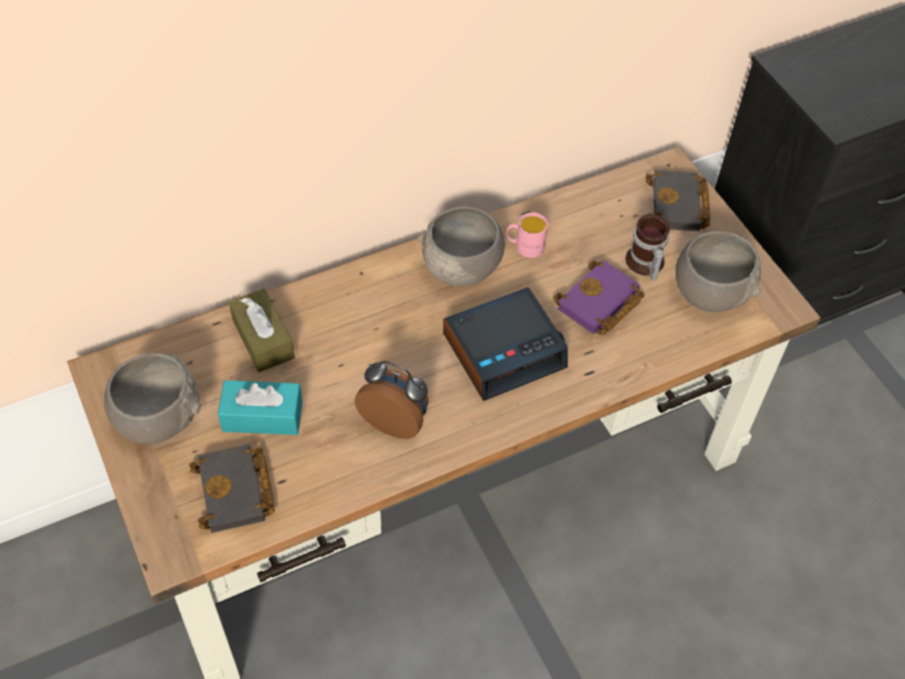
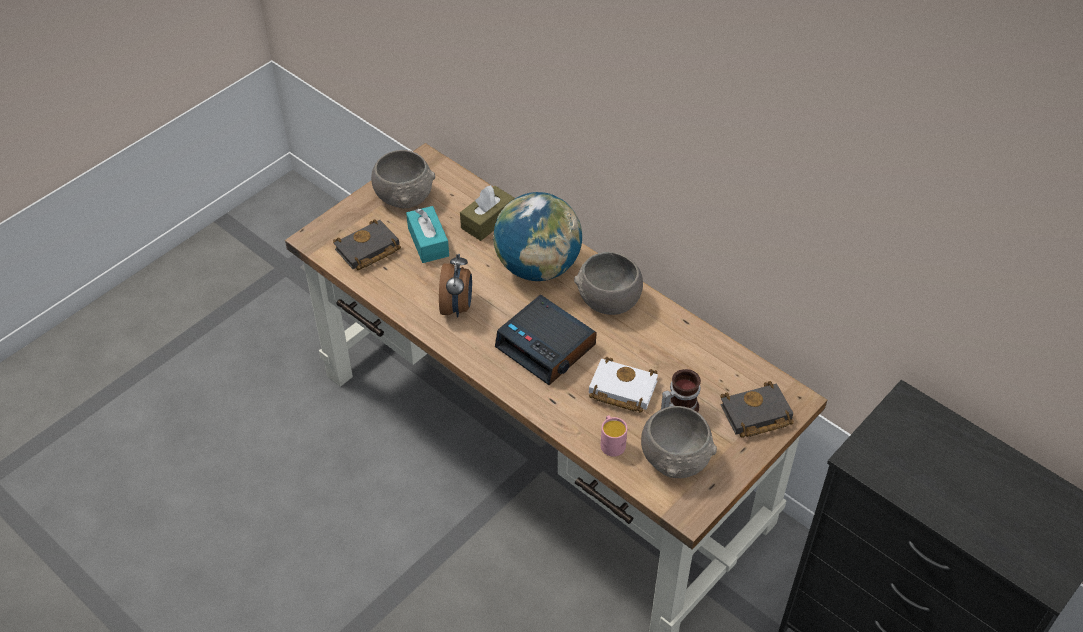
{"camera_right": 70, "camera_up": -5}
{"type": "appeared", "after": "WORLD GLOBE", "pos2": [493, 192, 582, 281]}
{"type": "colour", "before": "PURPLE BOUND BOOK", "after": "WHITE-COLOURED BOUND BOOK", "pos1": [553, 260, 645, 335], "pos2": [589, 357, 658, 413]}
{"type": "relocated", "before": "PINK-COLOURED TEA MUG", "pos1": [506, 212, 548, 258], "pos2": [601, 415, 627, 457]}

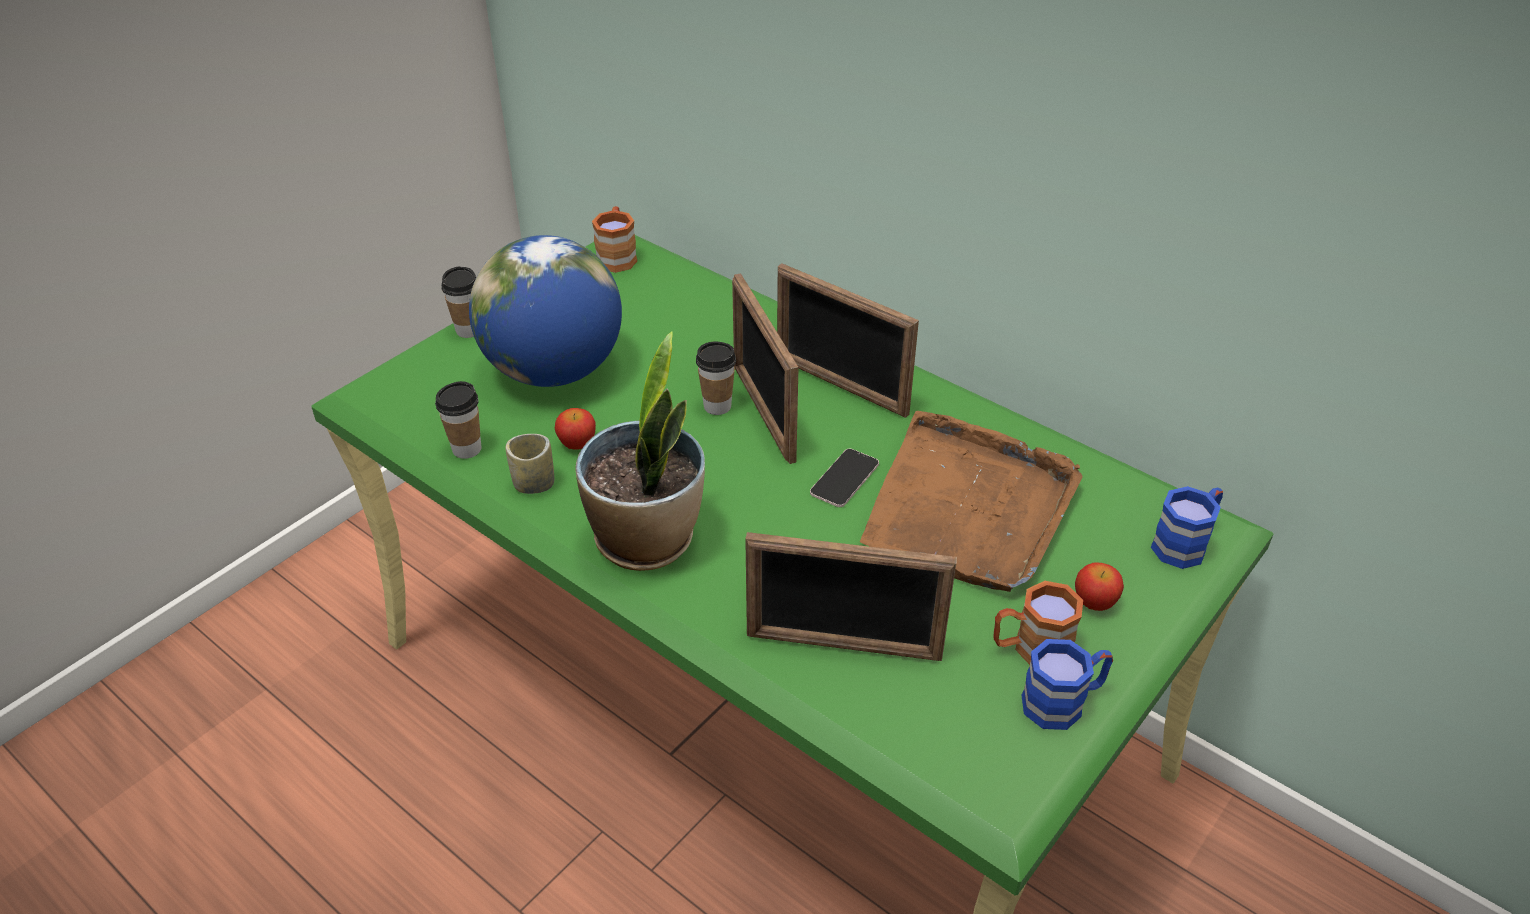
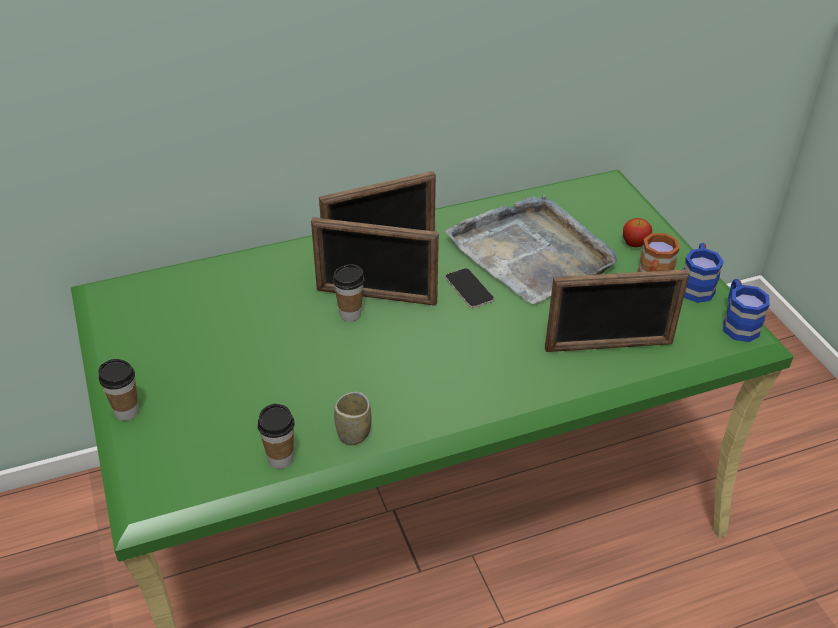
{"camera_right": -60, "camera_up": 0}
{"type": "colour", "before": "BROWN-COLOURED SERVING TRAY", "after": "GREY SERVING TRAY", "pos1": [860, 411, 1083, 592], "pos2": [445, 195, 617, 304]}
{"type": "spun", "before": "PICTURE FRAME", "pos1": [745, 532, 957, 661], "pos2": [545, 269, 690, 352], "turn": 45}
{"type": "relocated", "before": "BLUE TEA MUG", "pos1": [1151, 486, 1223, 569], "pos2": [723, 279, 770, 342]}
{"type": "missing", "before": "WORLD GLOBE", "pos1": [469, 235, 622, 387]}
{"type": "missing", "before": "APPLE", "pos1": [555, 408, 596, 450]}
{"type": "missing", "before": "PLANT IN A POT", "pos1": [575, 331, 705, 571]}
{"type": "missing", "before": "BROWN-COLOURED TEA MUG", "pos1": [592, 206, 637, 273]}

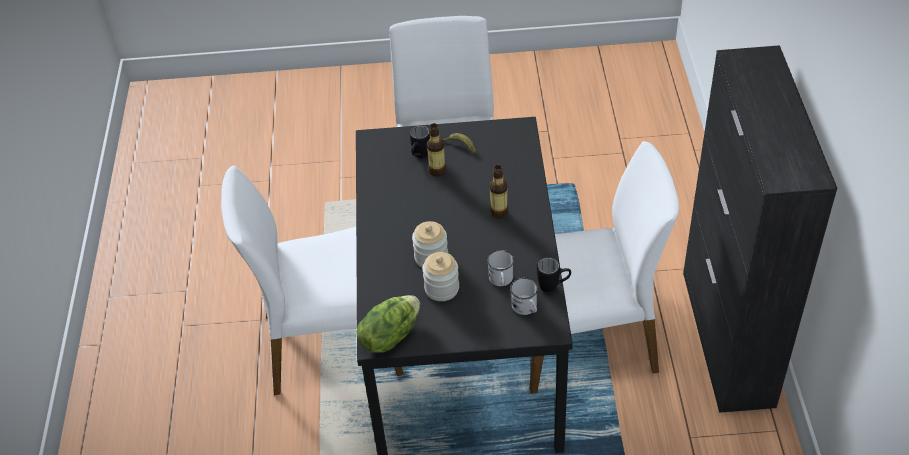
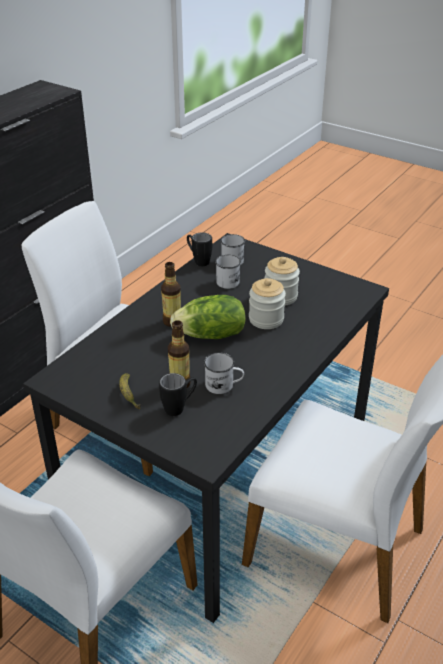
{"camera_right": -145, "camera_up": -10}
{"type": "relocated", "before": "HEAD OF LETTUCE", "pos1": [356, 295, 420, 353], "pos2": [170, 295, 246, 339]}
{"type": "appeared", "after": "WHITE-COLOURED TEA MUG", "pos2": [204, 353, 244, 394]}

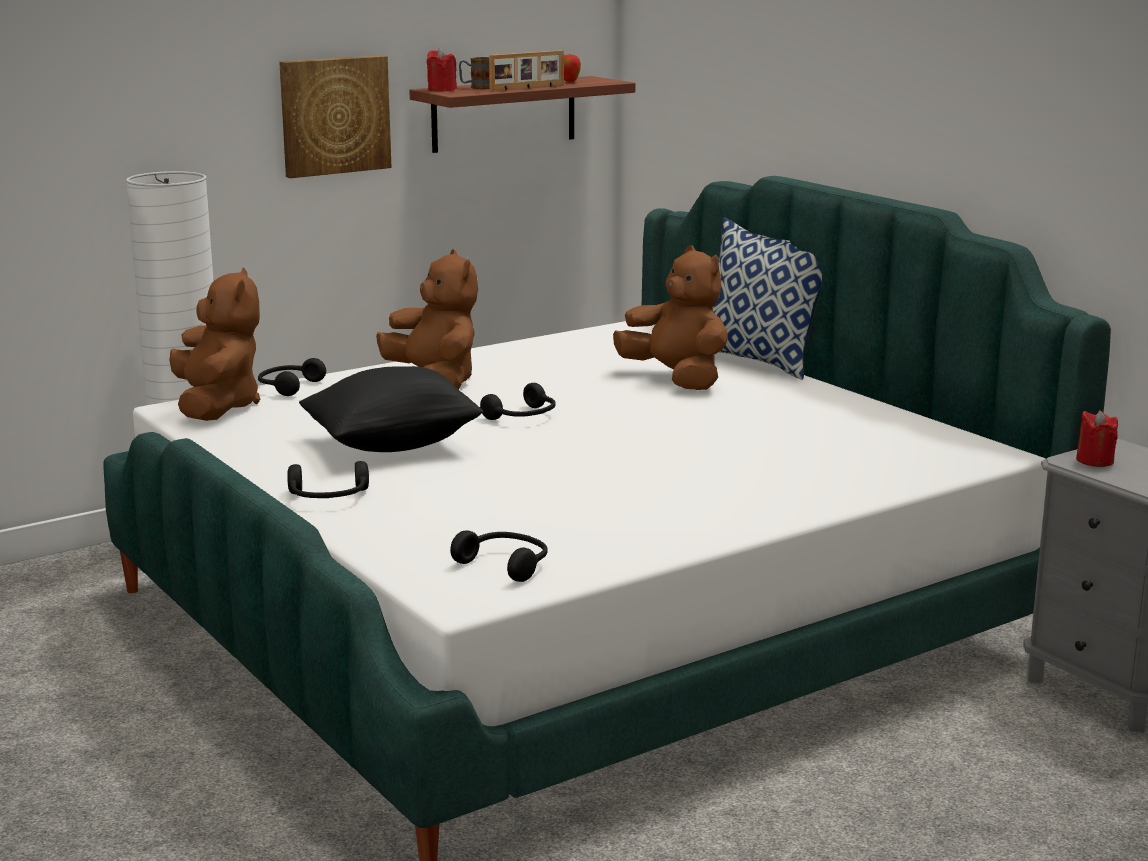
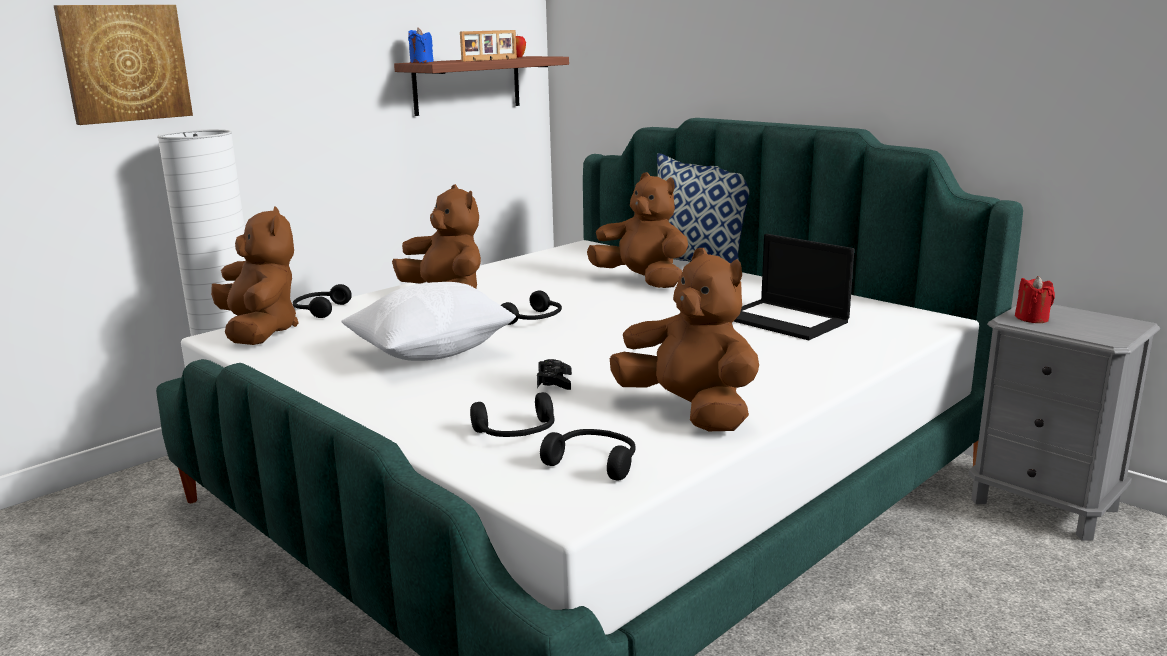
{"camera_right": -10, "camera_up": 0}
{"type": "relocated", "before": "PICTURE", "pos1": [279, 55, 392, 178], "pos2": [54, 5, 193, 125]}
{"type": "colour", "before": "BLACK PILLOW", "after": "WHITE-COLOURED PILLOW", "pos1": [299, 366, 483, 452], "pos2": [341, 282, 516, 361]}
{"type": "colour", "before": "RED CANDLE", "after": "BLUE CANDLE", "pos1": [427, 48, 457, 91], "pos2": [408, 27, 434, 63]}
{"type": "relocated", "before": "BLACK HEADPHONES", "pos1": [287, 461, 369, 498], "pos2": [470, 392, 554, 437]}
{"type": "appeared", "after": "BLACK GAMEPAD", "pos2": [537, 359, 572, 390]}
{"type": "appeared", "after": "BROWN-COLOURED PLUSH TOY", "pos2": [610, 248, 759, 431]}
{"type": "appeared", "after": "NOTEBOOK COMPUTER", "pos2": [733, 234, 855, 340]}
{"type": "missing", "before": "TEA MUG", "pos1": [459, 57, 490, 89]}

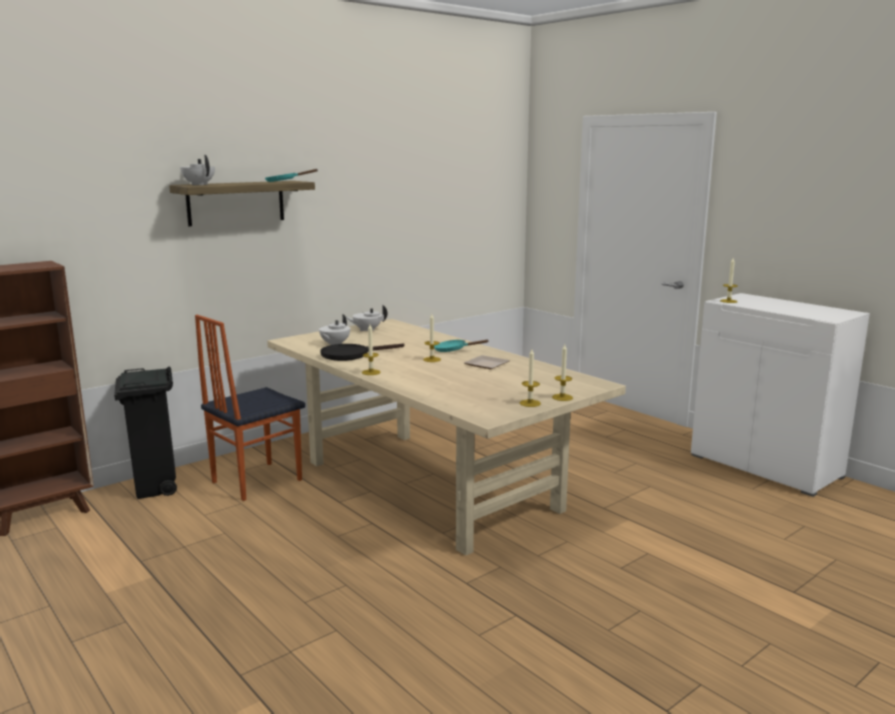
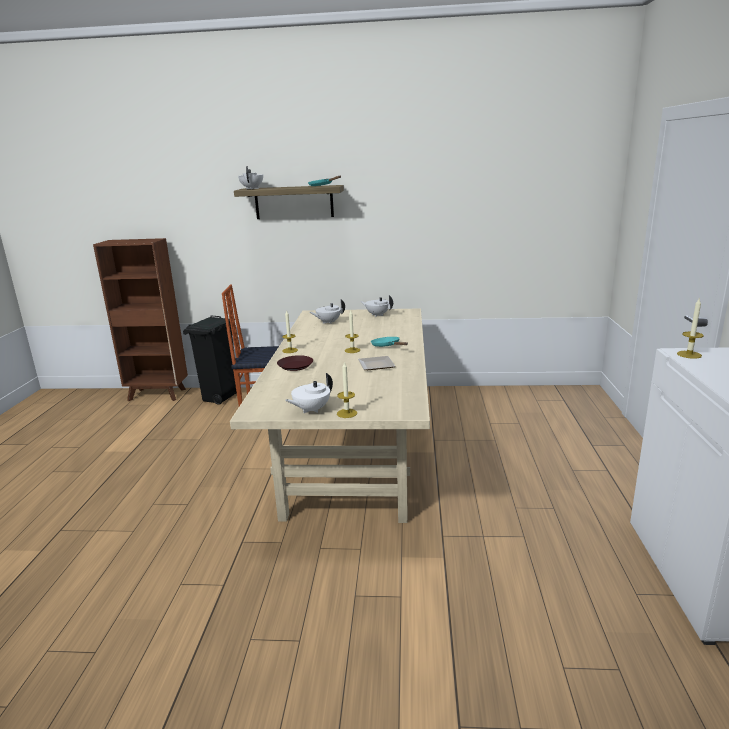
{"camera_right": 45, "camera_up": 5}
{"type": "appeared", "after": "BROWN-COLOURED PLATE", "pos2": [277, 355, 313, 371]}
{"type": "exchanged", "before": "CANDLE", "after": "WHITE-COLOURED TEAPOT", "pos1": [520, 349, 541, 407], "pos2": [285, 373, 333, 413]}
{"type": "missing", "before": "BLACK SKILLET", "pos1": [320, 343, 404, 361]}

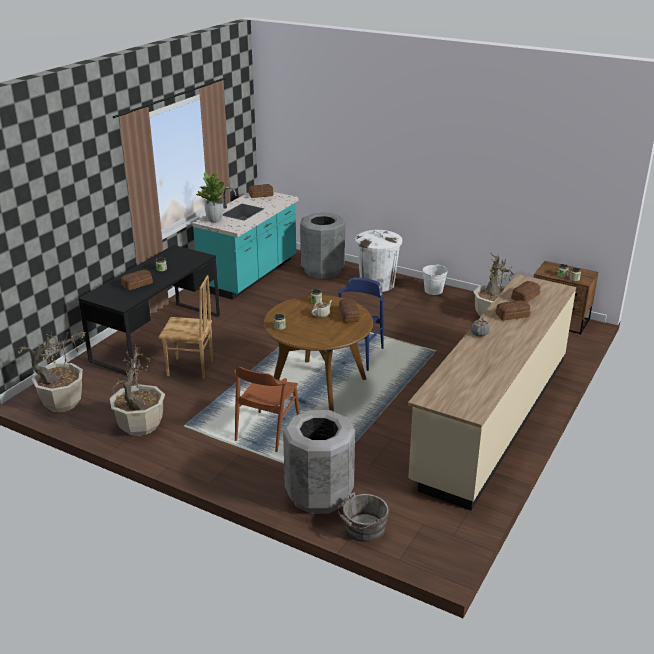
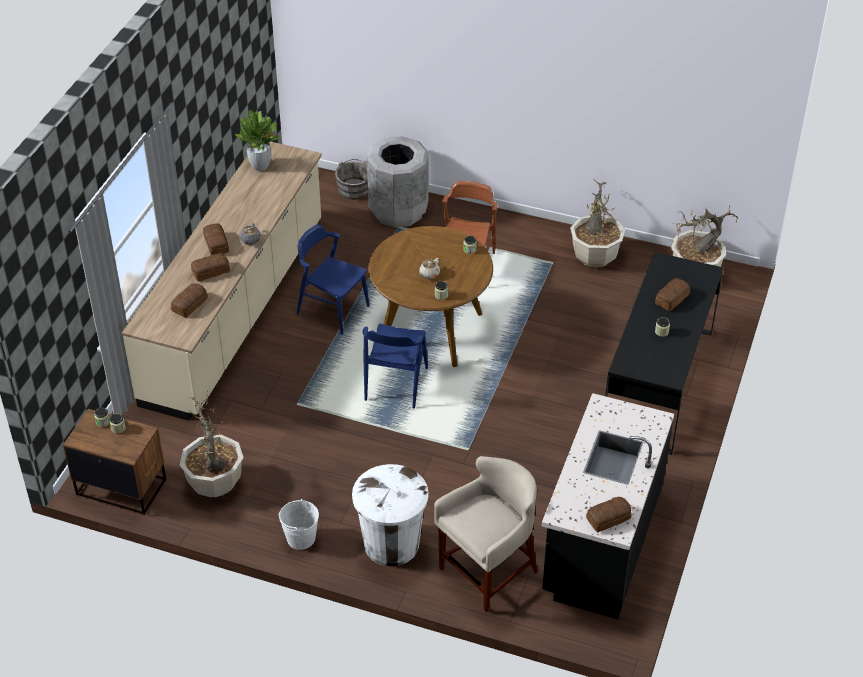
{"camera_right": 170, "camera_up": 15}
{"type": "relocated", "before": "BREAD", "pos1": [339, 298, 360, 323], "pos2": [203, 223, 229, 255]}
{"type": "relocated", "before": "PLANT IN A POT", "pos1": [196, 171, 229, 223], "pos2": [235, 110, 280, 171]}
{"type": "appeared", "after": "BLUE PLAIN CHAIR", "pos2": [296, 224, 370, 335]}
{"type": "exchanged", "before": "GREY TRASH CAN", "after": "BEIGE-COLOURED SITTING STOOL", "pos1": [300, 212, 345, 279], "pos2": [434, 456, 538, 613]}
{"type": "colour", "before": "TURQUOISE-COLOURED KITCHEN BASE UNIT", "after": "BLACK KITCHEN BASE UNIT", "pos1": [192, 187, 298, 300], "pos2": [542, 393, 674, 619]}
{"type": "missing", "before": "BROWN-COLOURED PLAIN CHAIR", "pos1": [159, 275, 213, 379]}

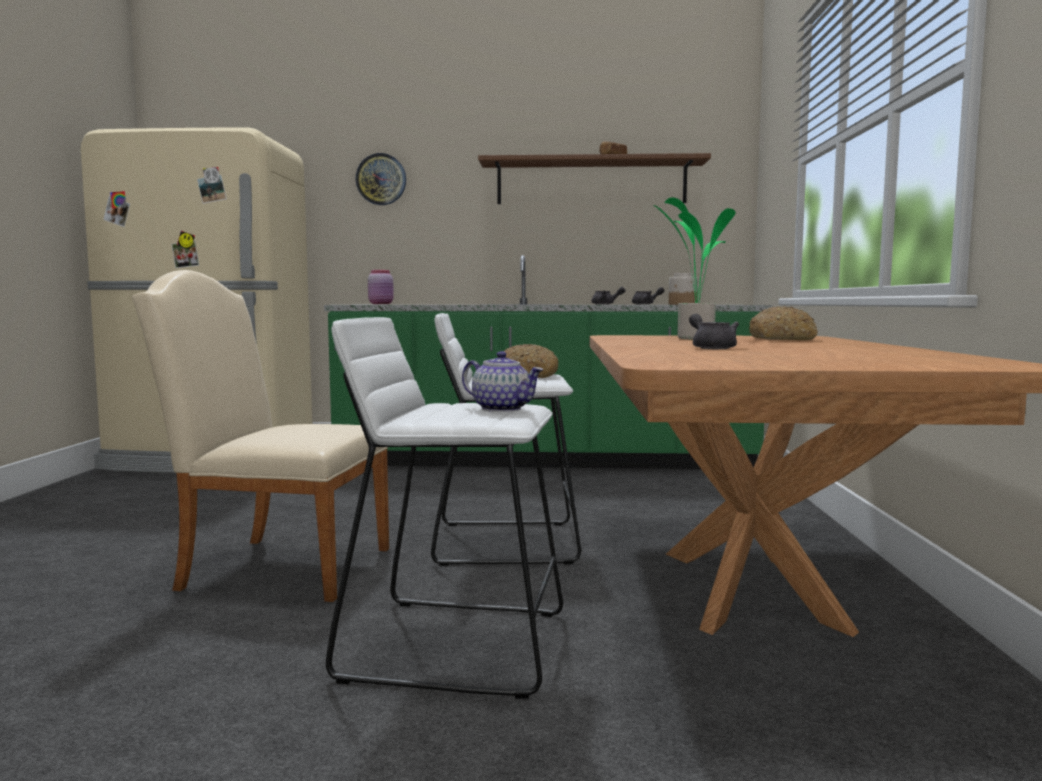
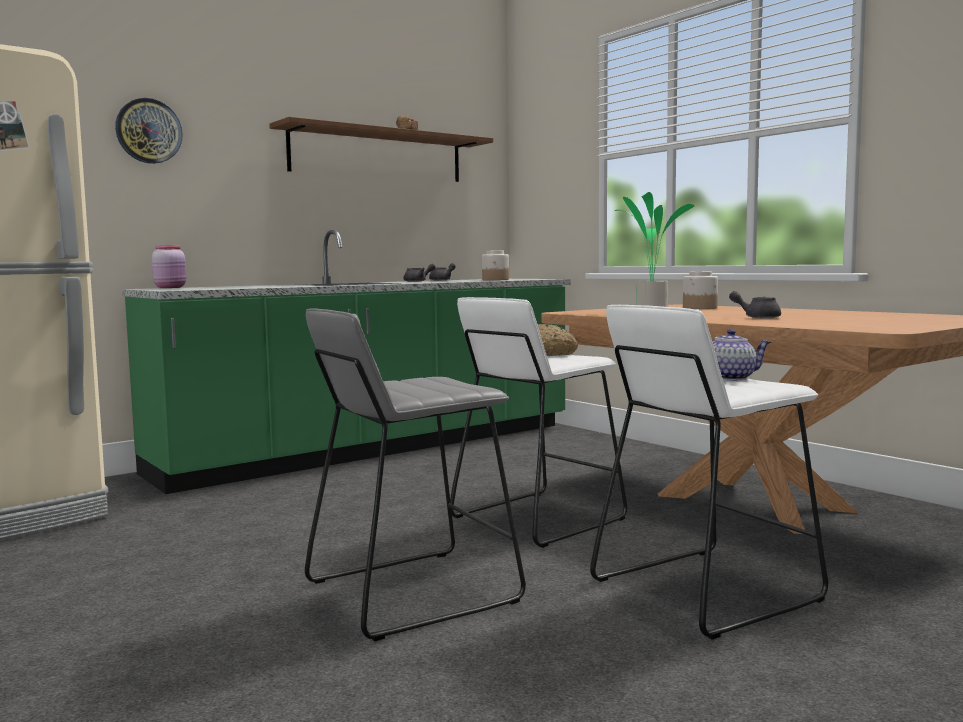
{"camera_right": -40, "camera_up": 0}
{"type": "exchanged", "before": "BEIGE-COLOURED PLAIN CHAIR", "after": "GREY SITTING STOOL", "pos1": [132, 270, 389, 602], "pos2": [305, 309, 526, 641]}
{"type": "exchanged", "before": "BREAD", "after": "STORAGE JAR", "pos1": [749, 306, 818, 340], "pos2": [683, 271, 718, 309]}

